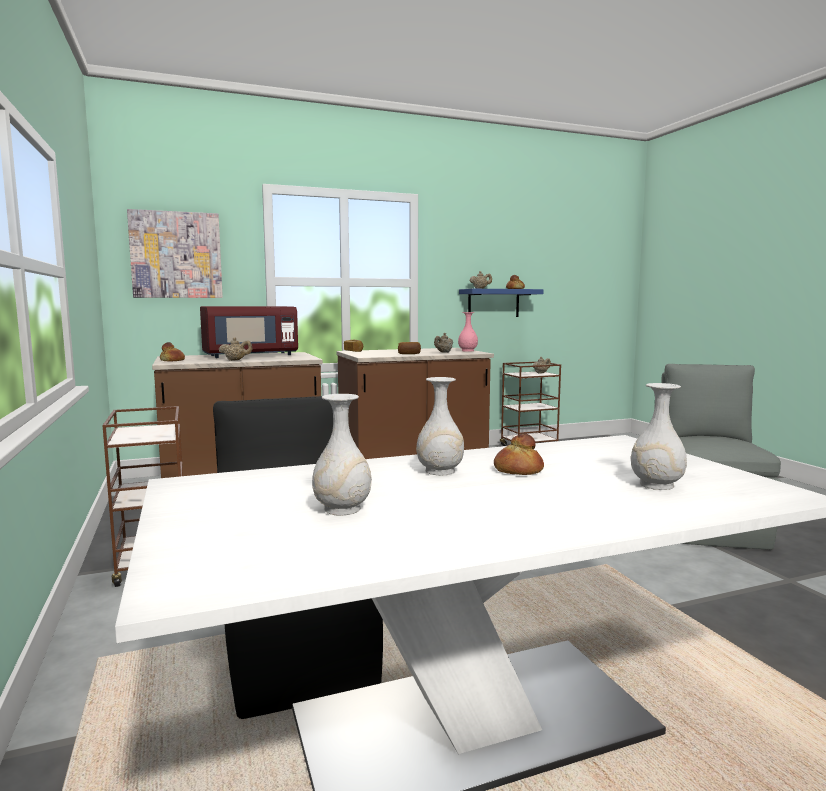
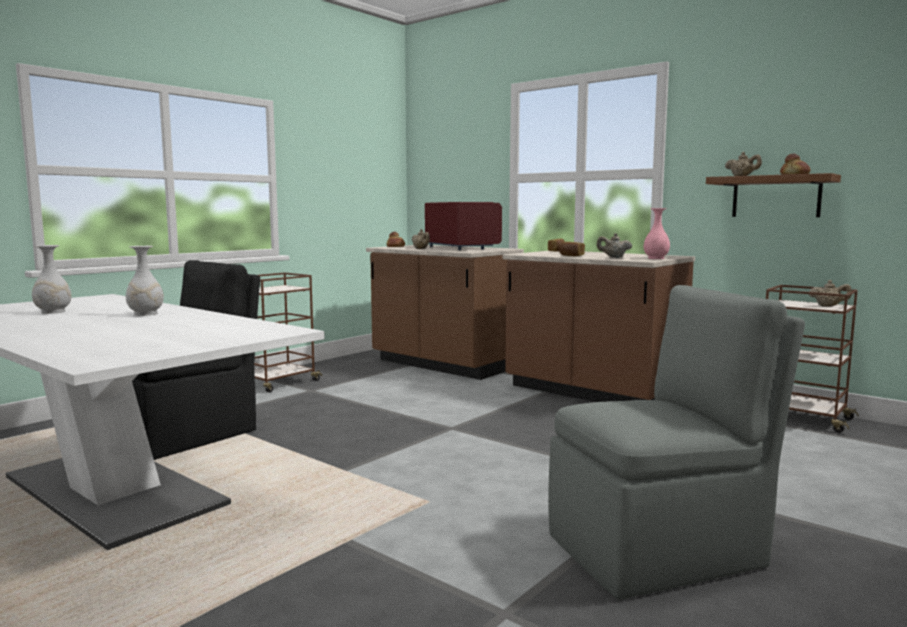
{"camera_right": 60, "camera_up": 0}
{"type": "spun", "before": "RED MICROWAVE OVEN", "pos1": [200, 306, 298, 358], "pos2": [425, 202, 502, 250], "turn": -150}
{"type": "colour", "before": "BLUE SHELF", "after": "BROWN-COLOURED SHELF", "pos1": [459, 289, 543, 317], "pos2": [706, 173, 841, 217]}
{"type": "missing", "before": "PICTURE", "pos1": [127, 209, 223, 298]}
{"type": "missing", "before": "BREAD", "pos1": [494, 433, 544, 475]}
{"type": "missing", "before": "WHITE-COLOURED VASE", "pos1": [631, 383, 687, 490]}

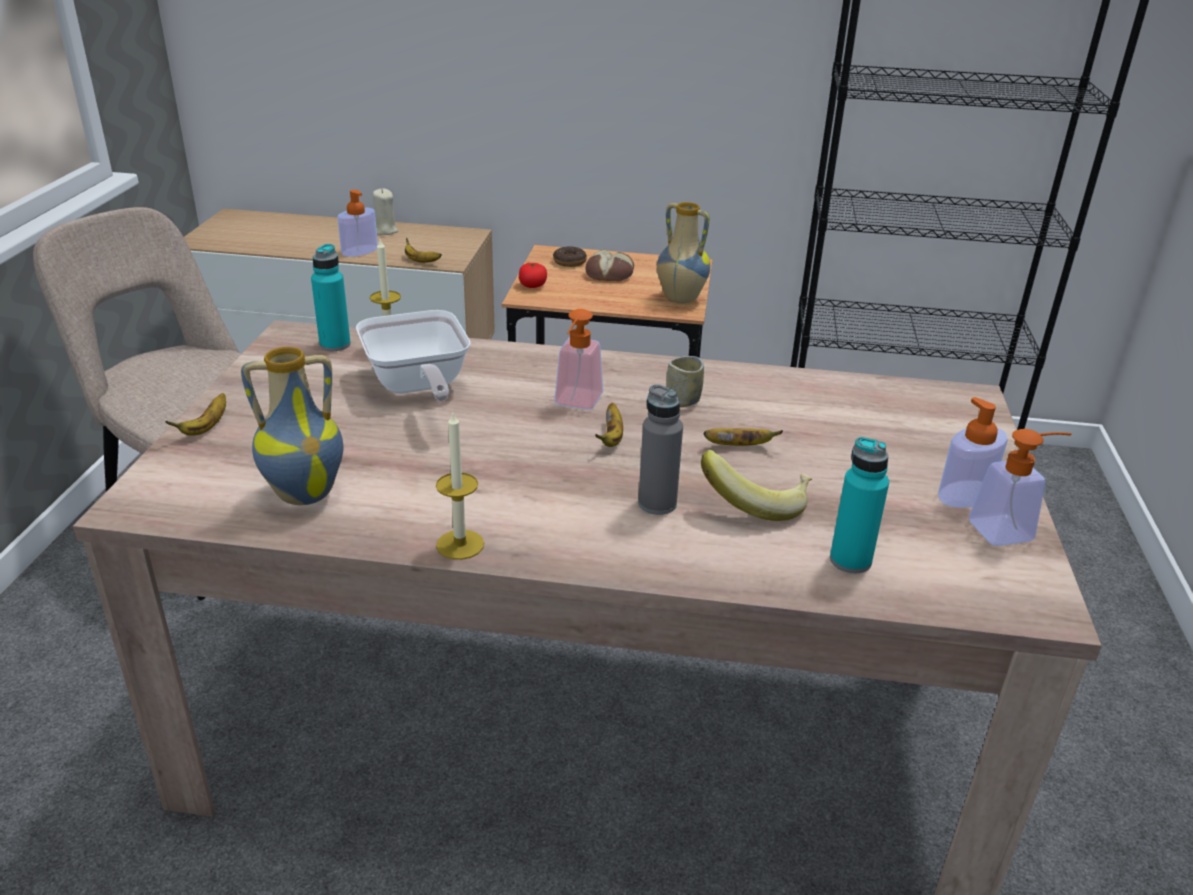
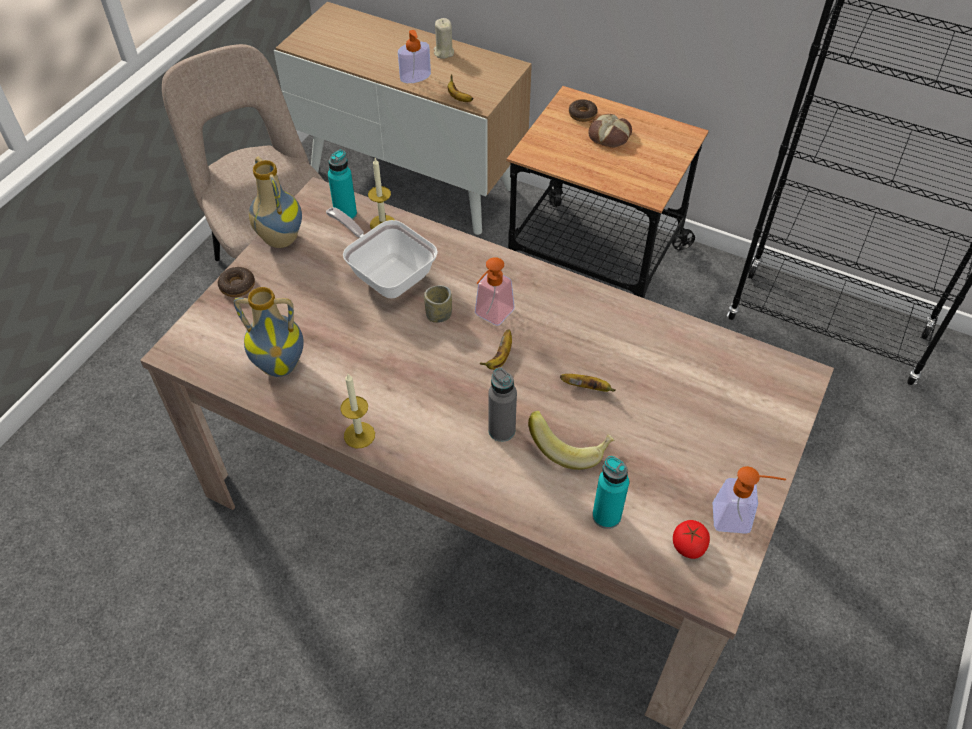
{"camera_right": 20, "camera_up": 20}
{"type": "exchanged", "before": "BANANA", "after": "DOUGHNUT", "pos1": [165, 393, 226, 436], "pos2": [218, 267, 255, 297]}
{"type": "relocated", "before": "VASE", "pos1": [657, 202, 710, 304], "pos2": [249, 157, 302, 248]}
{"type": "spun", "before": "SKILLET", "pos1": [356, 310, 471, 401], "pos2": [326, 207, 438, 299], "turn": 135}
{"type": "relocated", "before": "DRINKING CUP", "pos1": [666, 356, 704, 407], "pos2": [424, 285, 452, 323]}
{"type": "relocated", "before": "WHOLE TOMATO", "pos1": [519, 263, 547, 288], "pos2": [673, 520, 710, 559]}
{"type": "missing", "before": "SOAP BOTTLE", "pos1": [938, 397, 1008, 508]}

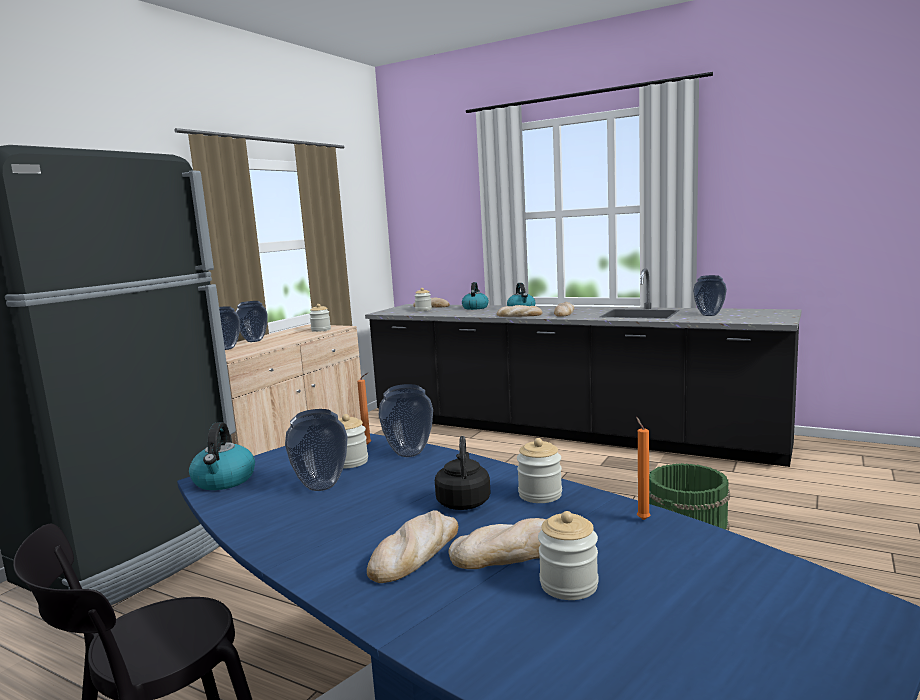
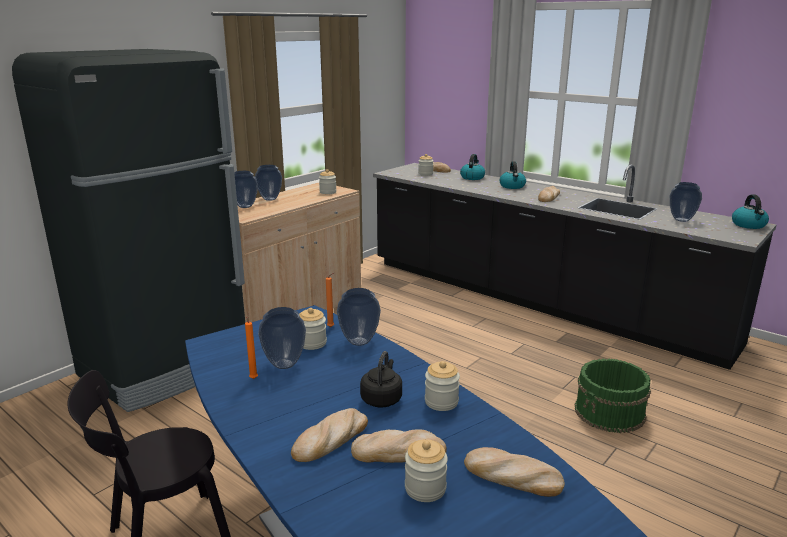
{"camera_right": 10, "camera_up": 10}
{"type": "relocated", "before": "ORANGEY CANDLE", "pos1": [636, 417, 650, 520], "pos2": [245, 314, 258, 379]}
{"type": "relocated", "before": "BREAD", "pos1": [497, 305, 543, 317], "pos2": [464, 447, 565, 497]}
{"type": "relocated", "before": "TEA KETTLE", "pos1": [189, 422, 255, 490], "pos2": [732, 194, 769, 229]}

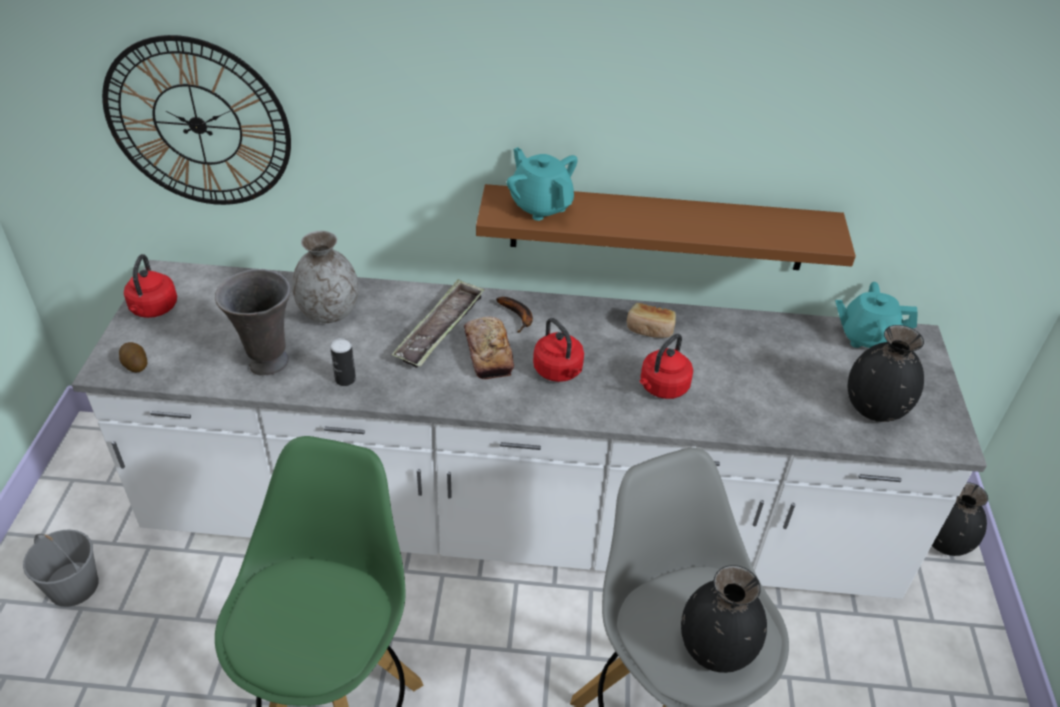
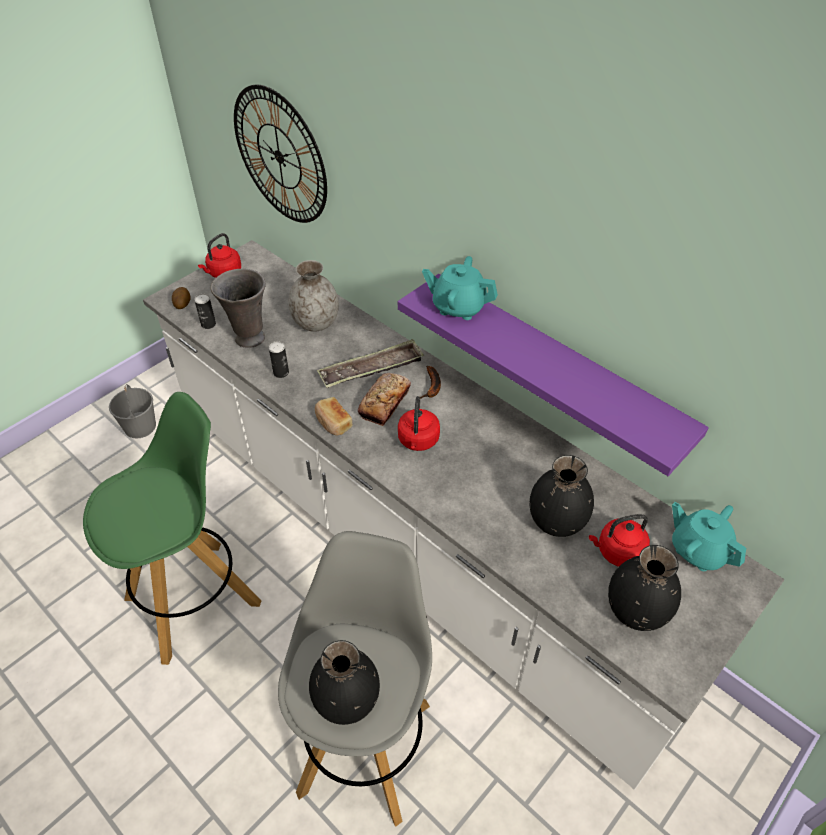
{"camera_right": 40, "camera_up": 5}
{"type": "appeared", "after": "CAN", "pos2": [194, 294, 216, 329]}
{"type": "relocated", "before": "BREAD", "pos1": [627, 303, 676, 338], "pos2": [315, 397, 352, 435]}
{"type": "colour", "before": "BROWN-COLOURED SHELF", "after": "PURPLE SHELF", "pos1": [476, 184, 856, 270], "pos2": [398, 274, 709, 476]}
{"type": "spun", "before": "TURQUOISE-COLOURED TEAPOT", "pos1": [507, 147, 578, 221], "pos2": [422, 256, 498, 320], "turn": -75}
{"type": "relocated", "before": "BLACK VASE", "pos1": [932, 482, 988, 556], "pos2": [529, 455, 594, 537]}
{"type": "relocated", "before": "RED TEA KETTLE", "pos1": [640, 334, 693, 399], "pos2": [589, 514, 650, 567]}

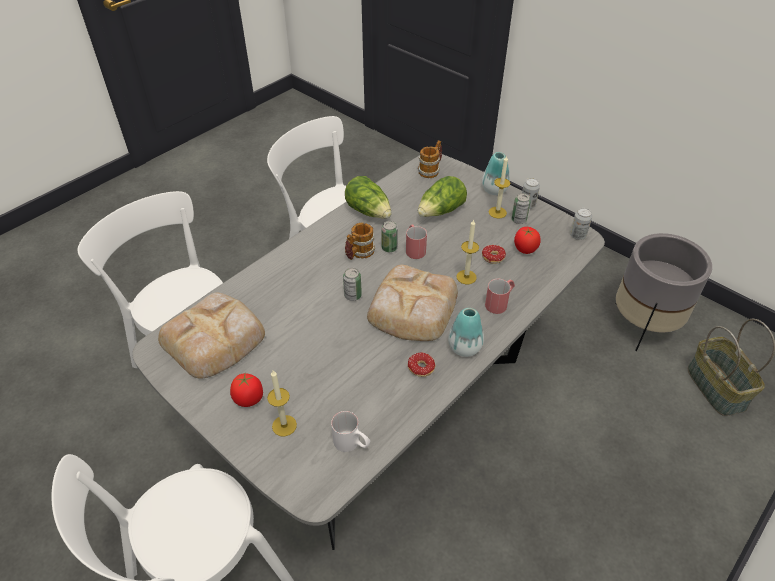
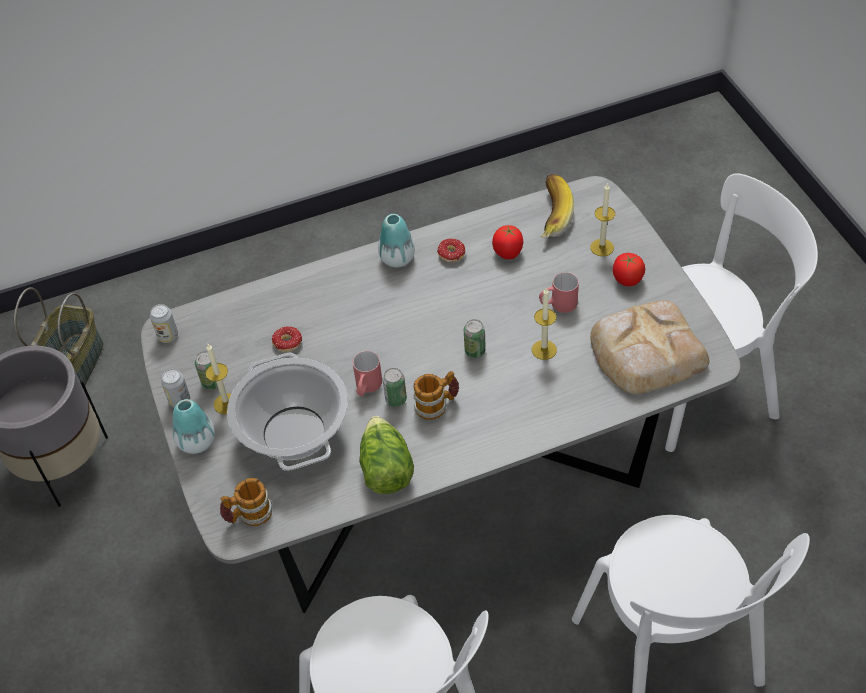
{"camera_right": -150, "camera_up": 5}
{"type": "exchanged", "before": "HEAD OF LETTUCE", "after": "STOCKPOT", "pos1": [418, 176, 467, 217], "pos2": [227, 353, 348, 471]}
{"type": "relocated", "before": "WHOLE TOMATO", "pos1": [514, 227, 541, 254], "pos2": [492, 225, 523, 260]}
{"type": "relocated", "before": "CANDLE", "pos1": [456, 219, 479, 284], "pos2": [532, 288, 557, 360]}
{"type": "relocated", "before": "RED TEA MUG", "pos1": [485, 279, 515, 314], "pos2": [539, 272, 579, 313]}
{"type": "exchanged", "before": "WHITE-COLOURED TEA MUG", "after": "BANANA", "pos1": [331, 411, 370, 452], "pos2": [541, 174, 574, 238]}
{"type": "missing", "before": "BREAD", "pos1": [367, 265, 458, 341]}

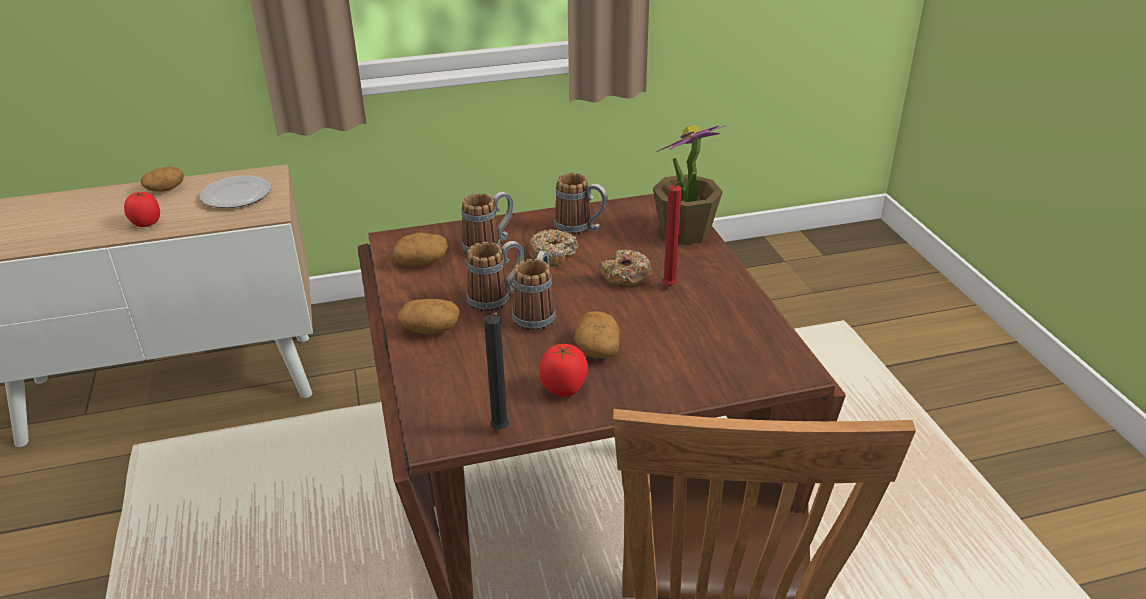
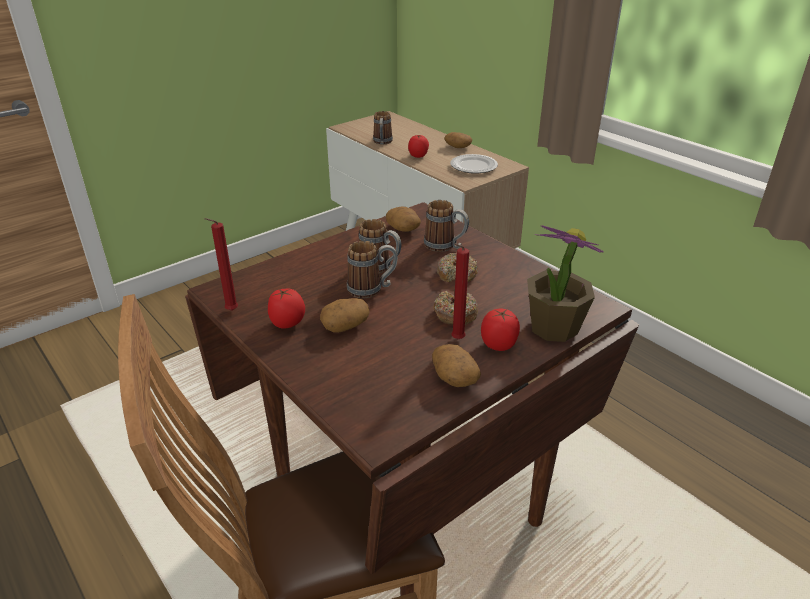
{"camera_right": 65, "camera_up": 0}
{"type": "colour", "before": "BLACK CANDLE", "after": "RED CANDLE", "pos1": [484, 312, 509, 430], "pos2": [204, 218, 238, 311]}
{"type": "relocated", "before": "TEA MUG", "pos1": [554, 173, 607, 235], "pos2": [373, 111, 393, 144]}
{"type": "relocated", "before": "POTATO", "pos1": [398, 299, 459, 335], "pos2": [432, 344, 481, 387]}
{"type": "appeared", "after": "WHOLE TOMATO", "pos2": [481, 308, 520, 351]}

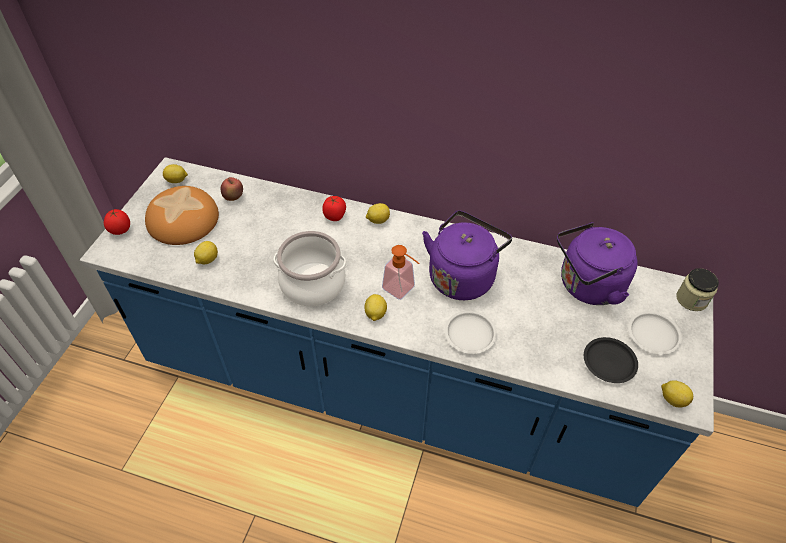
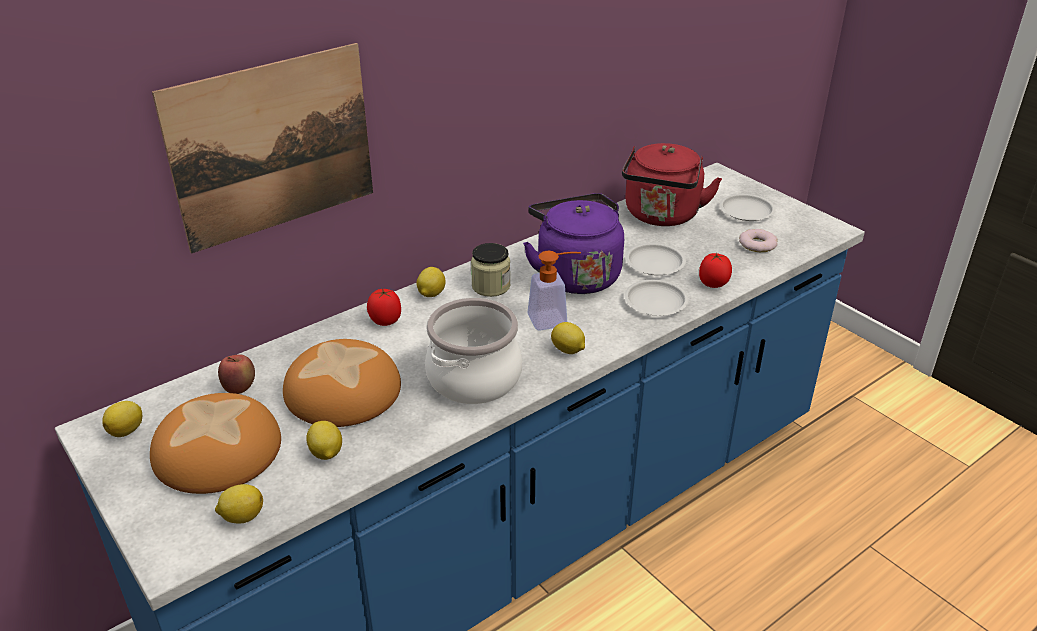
{"camera_right": -55, "camera_up": -15}
{"type": "appeared", "after": "PICTURE", "pos2": [152, 43, 373, 253]}
{"type": "relocated", "before": "WHOLE LEMON", "pos1": [661, 380, 693, 407], "pos2": [215, 484, 263, 523]}
{"type": "appeared", "after": "BREAD", "pos2": [283, 339, 401, 427]}
{"type": "relocated", "before": "STORAGE JAR", "pos1": [676, 268, 719, 311], "pos2": [471, 243, 510, 297]}
{"type": "colour", "before": "PURPLE TEA KETTLE", "after": "RED TEA KETTLE", "pos1": [557, 222, 638, 305], "pos2": [622, 143, 722, 226]}
{"type": "appeared", "after": "WHITE-COLOURED PLATE", "pos2": [626, 243, 686, 275]}
{"type": "relocated", "before": "WHOLE TOMATO", "pos1": [104, 209, 130, 235], "pos2": [699, 253, 732, 288]}
{"type": "exchanged", "before": "BLACK PLATE", "after": "DOUGHNUT", "pos1": [584, 337, 638, 383], "pos2": [739, 229, 778, 252]}

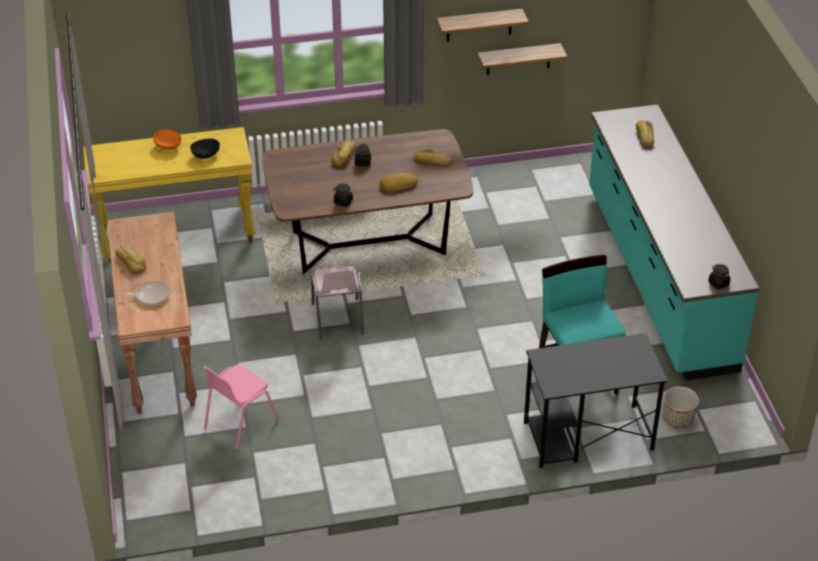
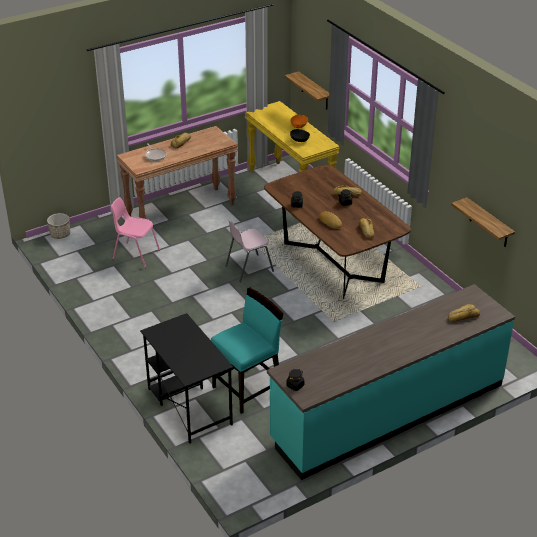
{"camera_right": 70, "camera_up": -5}
{"type": "relocated", "before": "FLOWER POT", "pos1": [663, 386, 699, 428], "pos2": [47, 213, 70, 239]}
{"type": "relocated", "before": "SHELF", "pos1": [437, 9, 529, 42], "pos2": [285, 71, 329, 110]}

